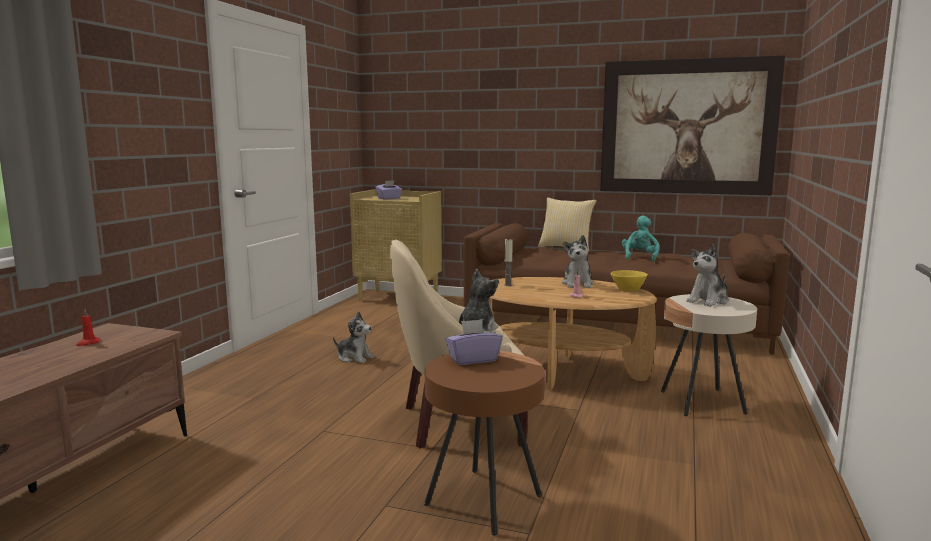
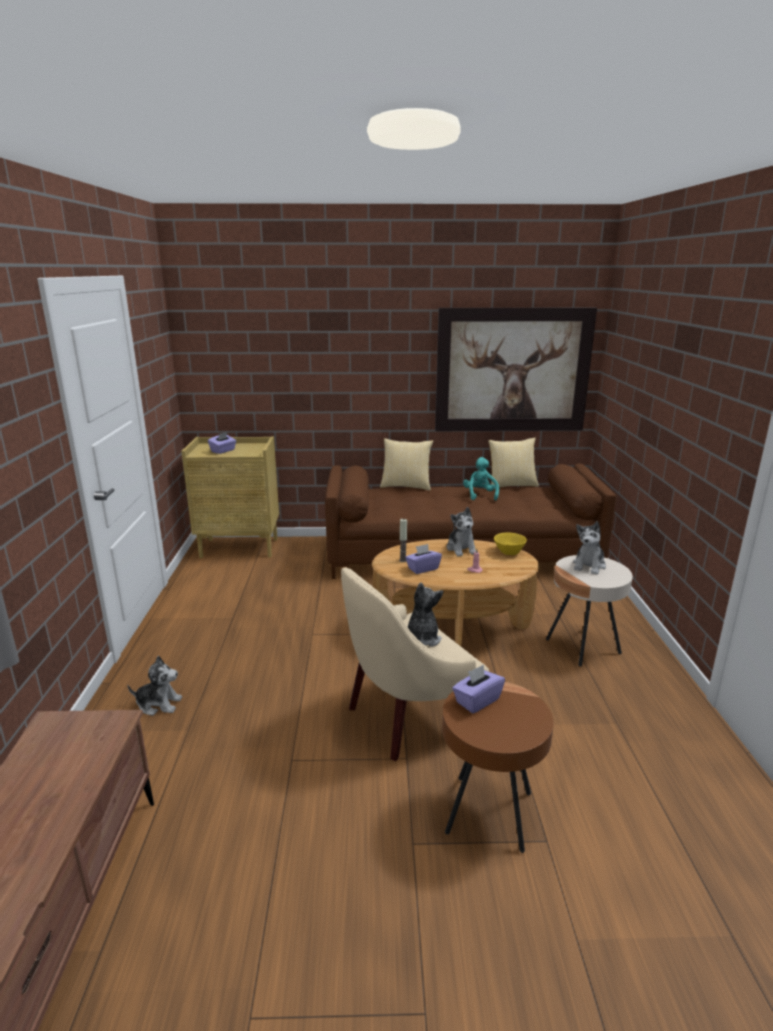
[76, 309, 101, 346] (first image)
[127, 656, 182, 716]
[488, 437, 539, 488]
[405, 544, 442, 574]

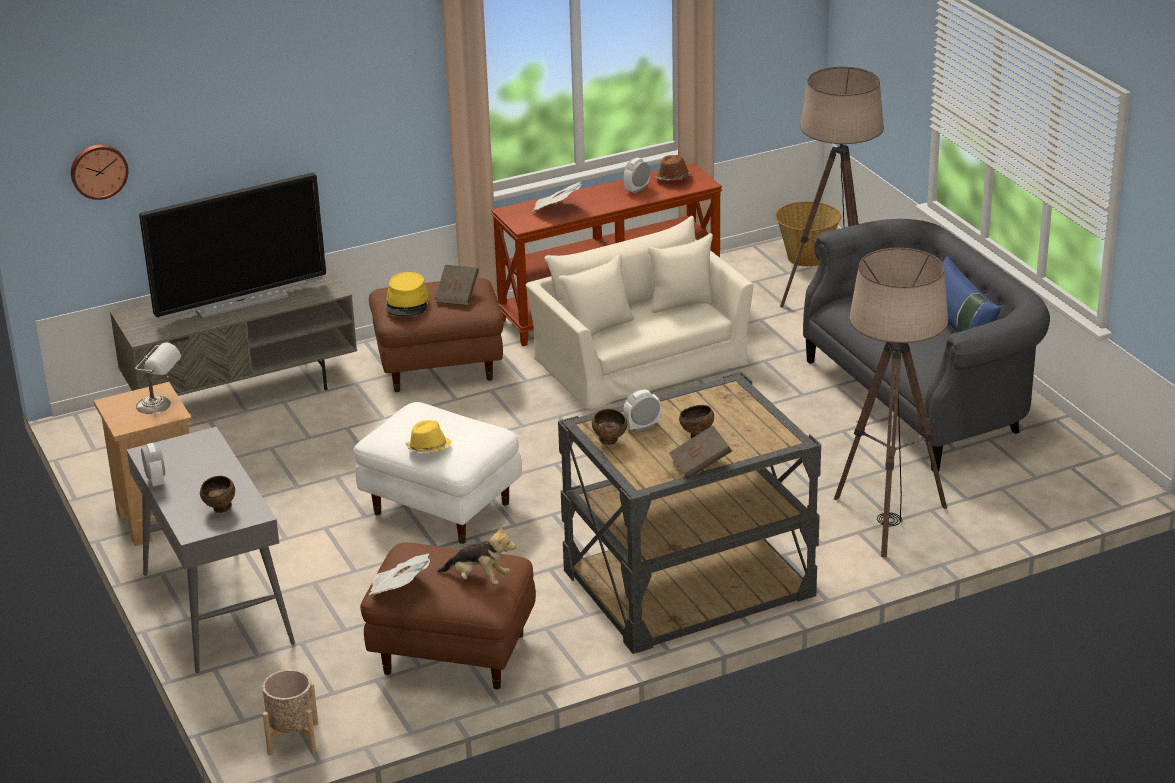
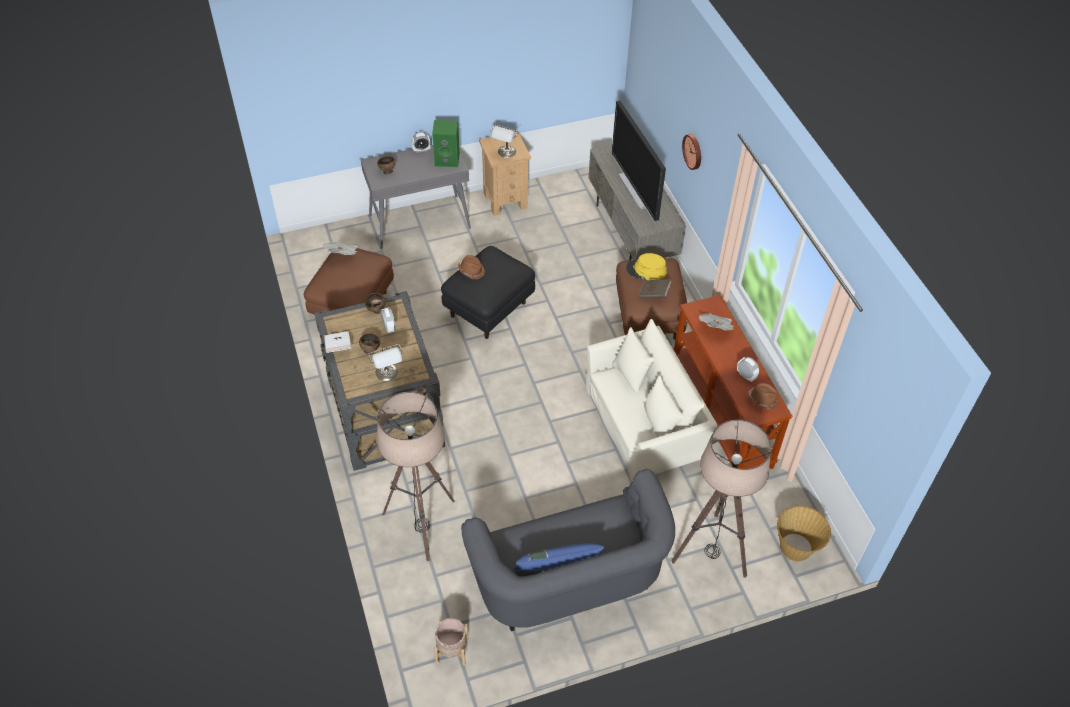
[682, 134, 701, 170]
[441, 246, 535, 339]
[458, 255, 485, 279]
[324, 331, 351, 353]
[437, 526, 516, 584] (first image)
[434, 618, 468, 666]
[432, 120, 460, 167]
[368, 344, 403, 381]

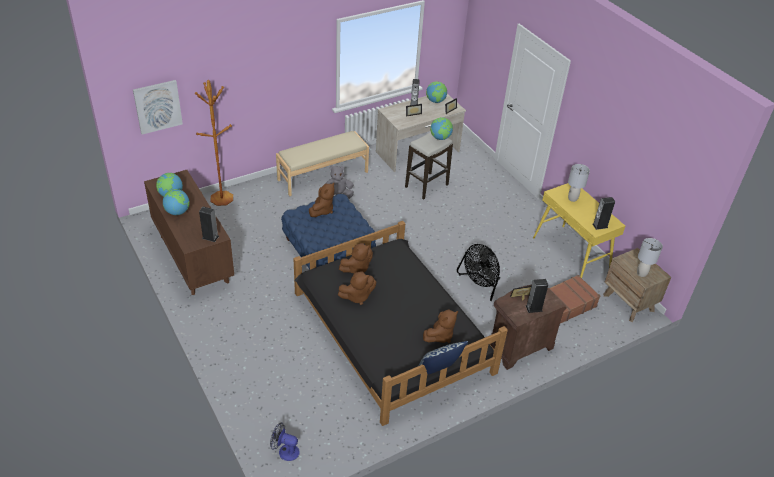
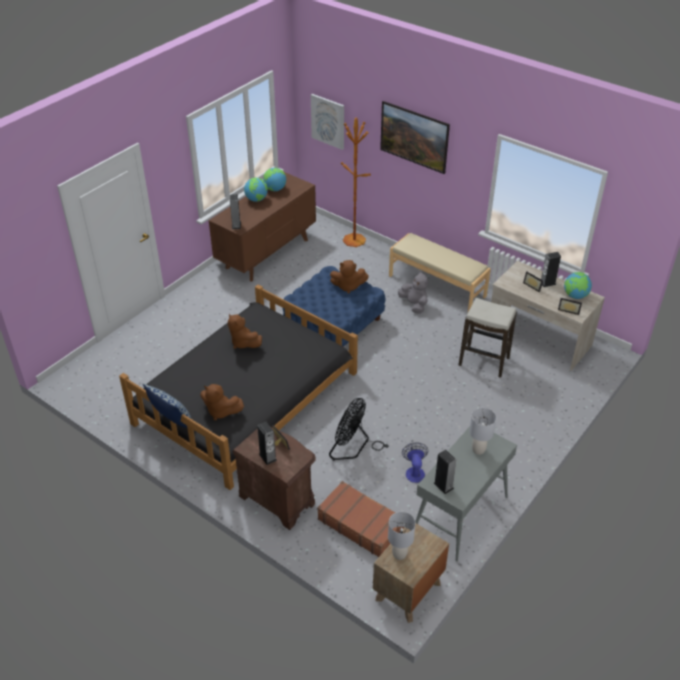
[430, 117, 453, 140] (first image)
[415, 426, 517, 561]
[339, 243, 373, 274] (first image)
[402, 443, 428, 483]
[380, 101, 450, 174]

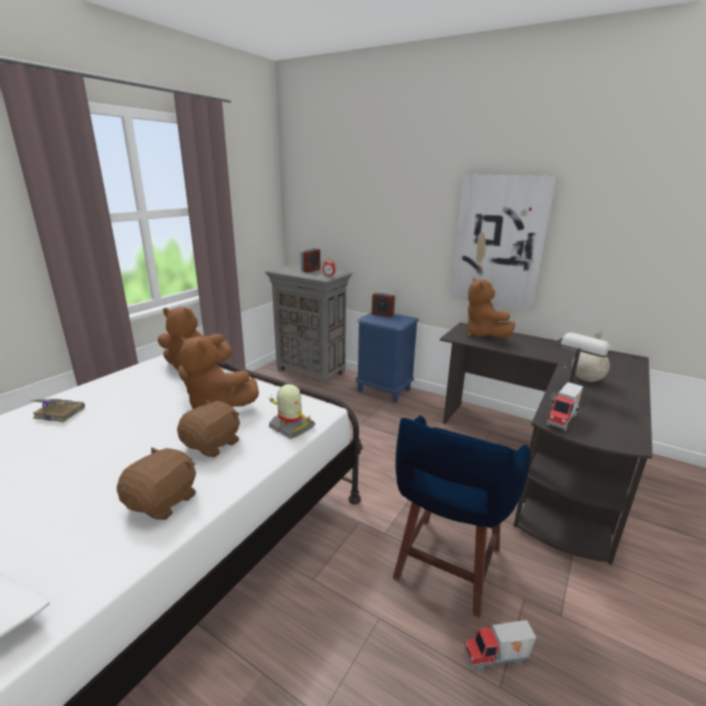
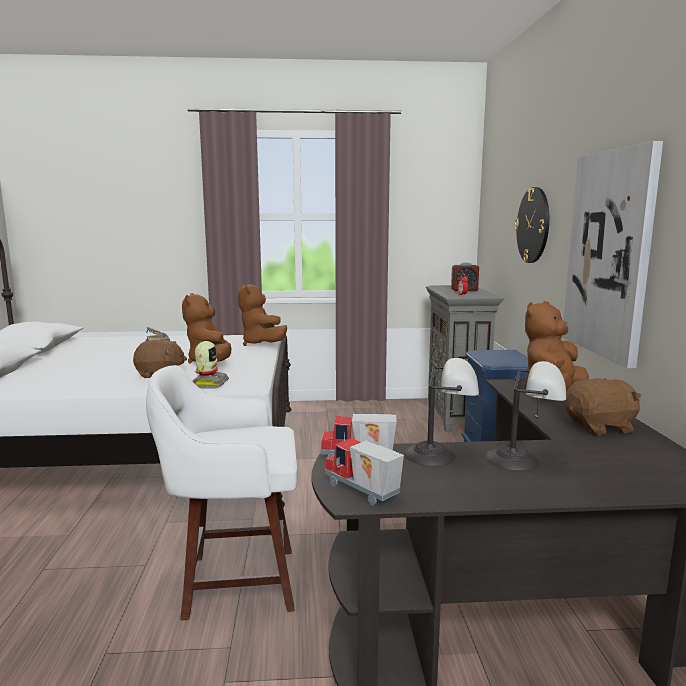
[372, 292, 395, 317] (first image)
[486, 361, 566, 470]
[146, 365, 297, 620]
[565, 378, 641, 435]
[325, 438, 404, 505]
[514, 187, 549, 263]

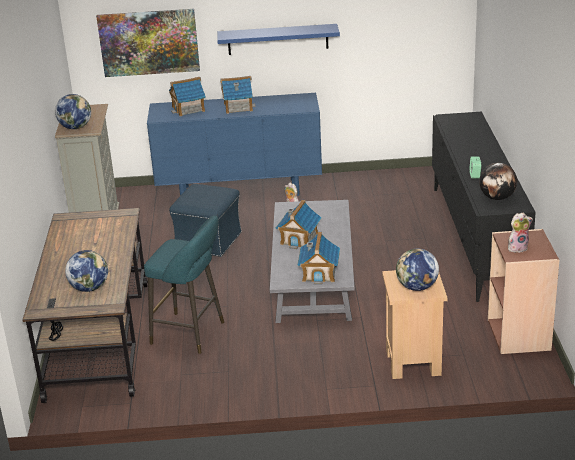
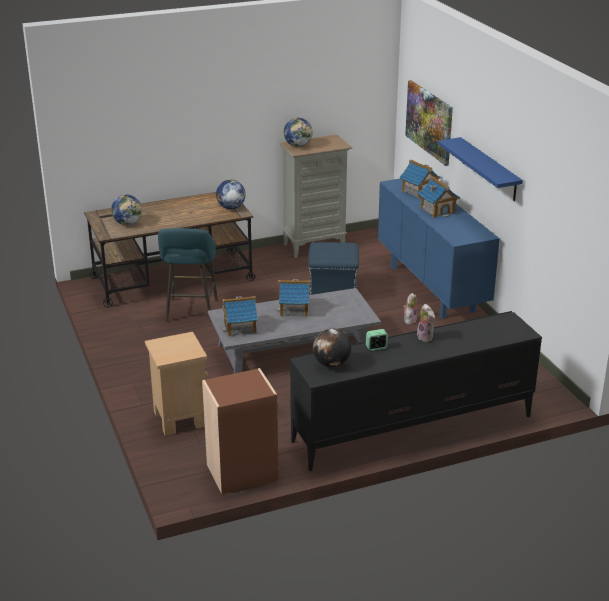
[417, 304, 435, 342]
[216, 180, 246, 209]

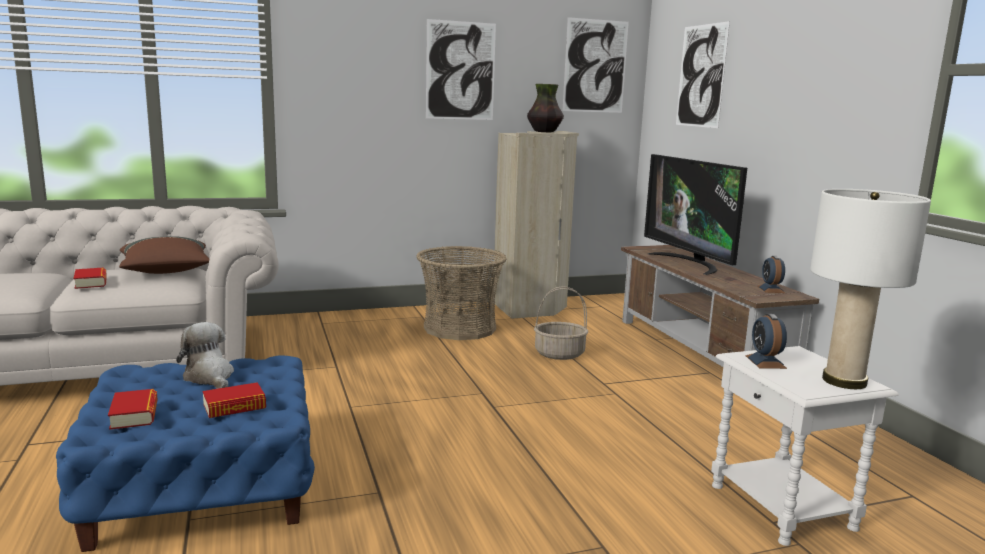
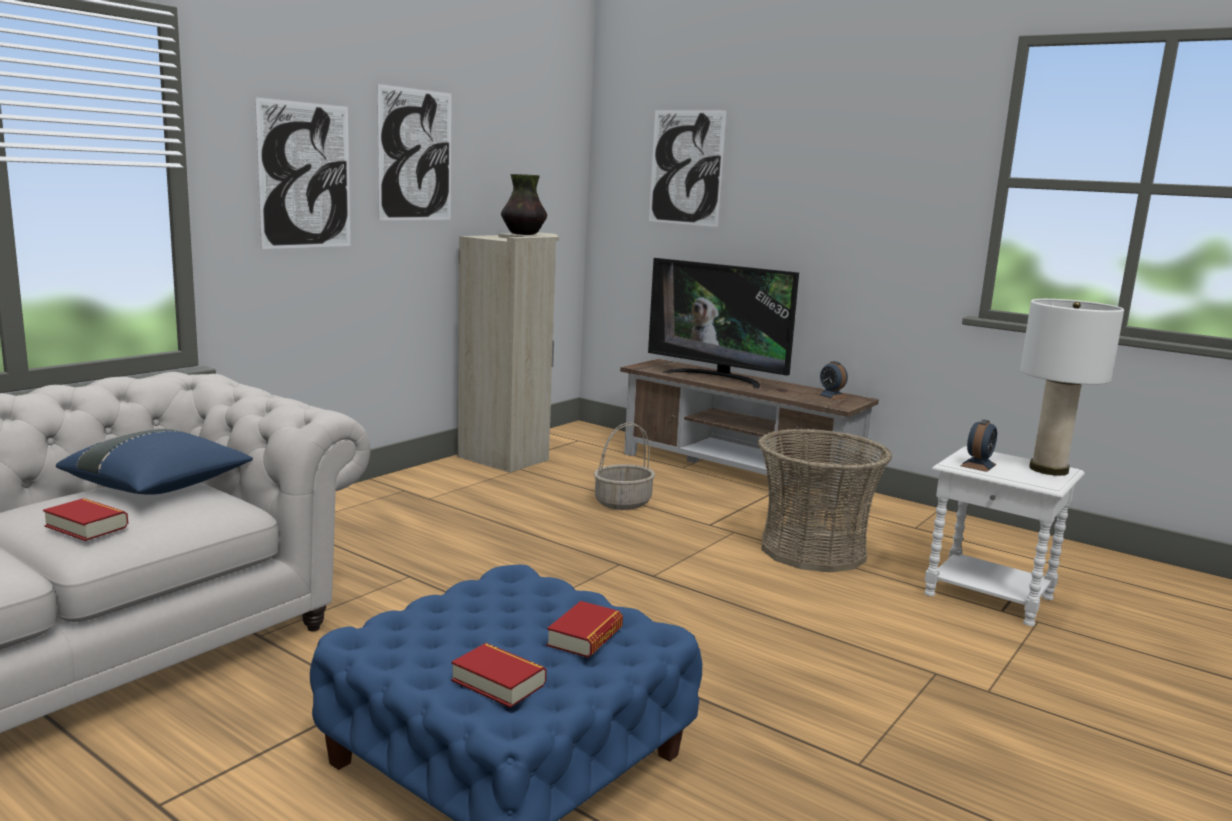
[255, 97, 350, 249]
[56, 429, 253, 495]
[758, 429, 892, 572]
[961, 419, 997, 472]
[176, 322, 234, 389] (first image)

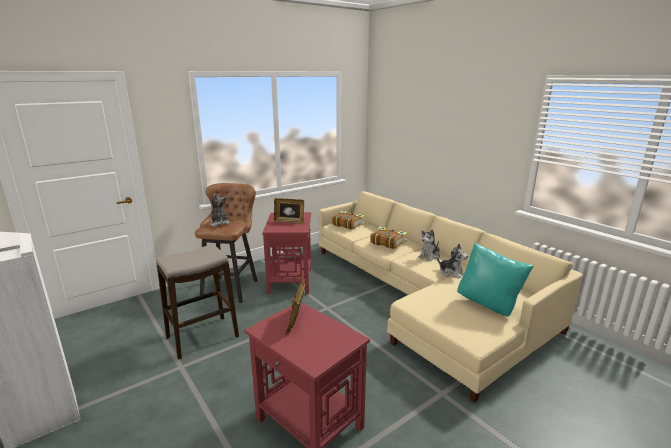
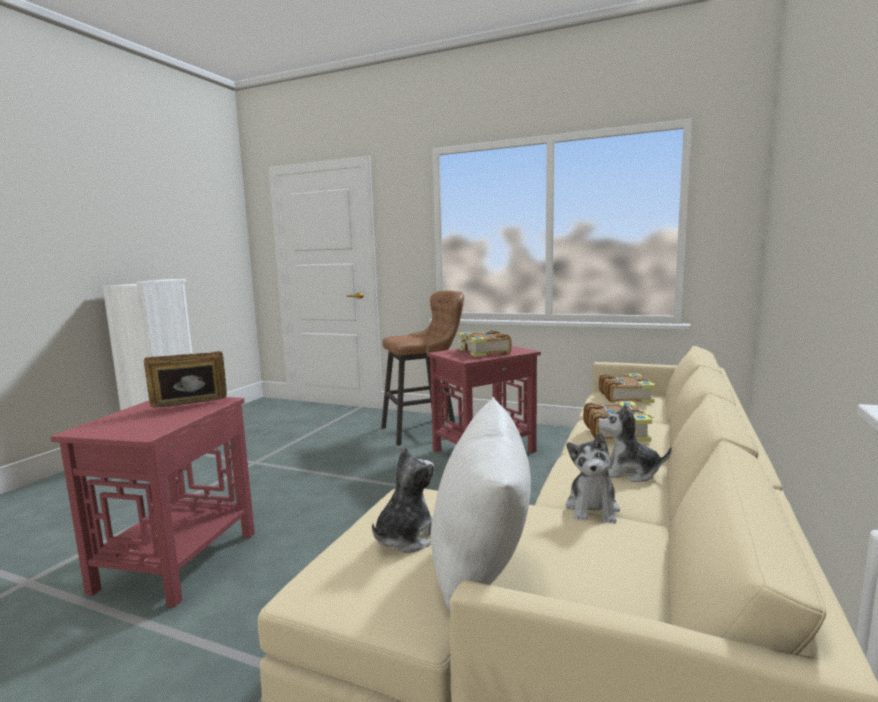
[372, 446, 435, 553]
[457, 330, 512, 357]
[430, 397, 531, 611]
[156, 244, 239, 360] (first image)

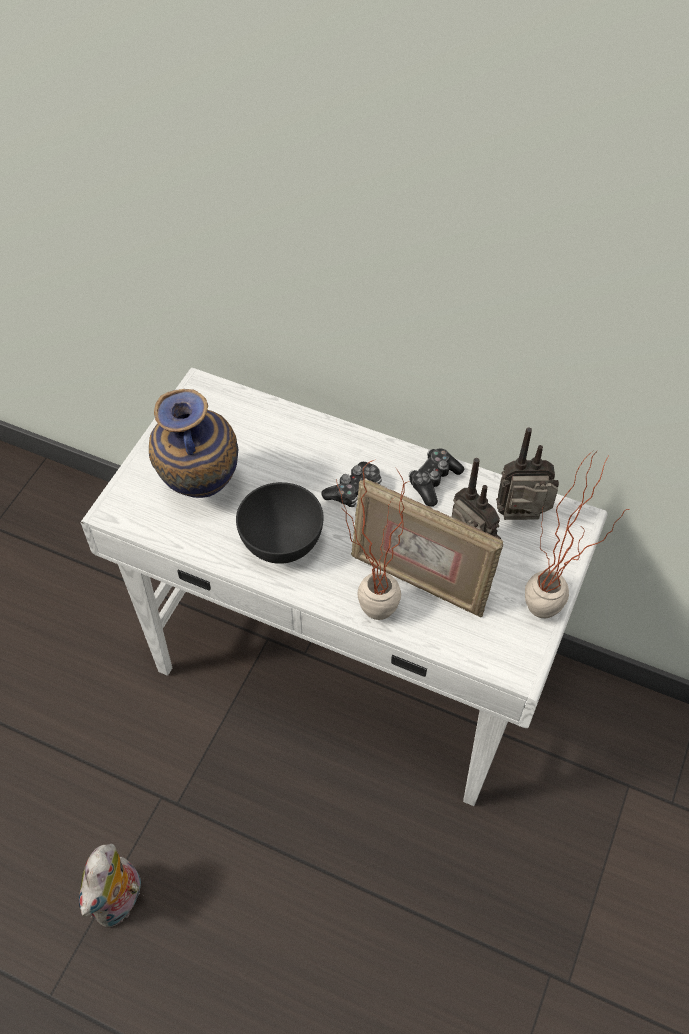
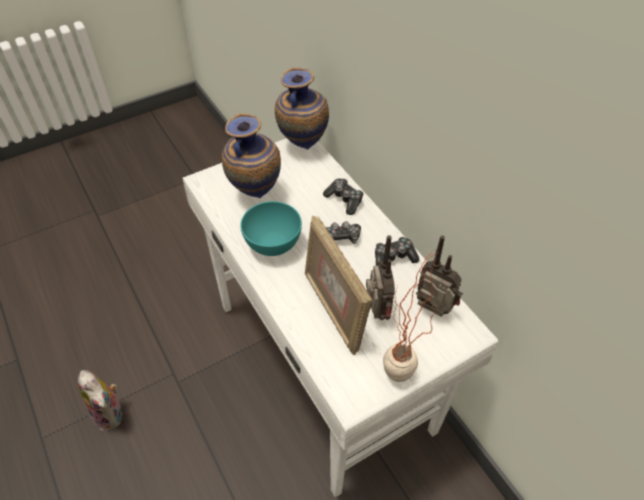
[336, 460, 407, 620] (first image)
[240, 201, 302, 256]
[78, 370, 123, 431]
[275, 67, 329, 150]
[323, 178, 363, 215]

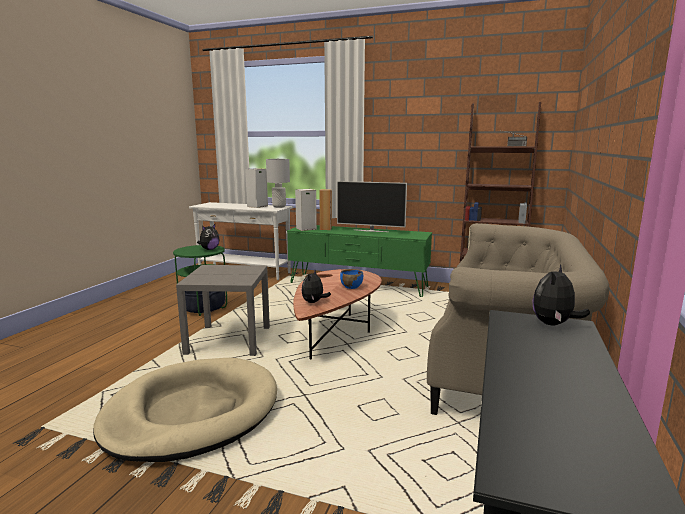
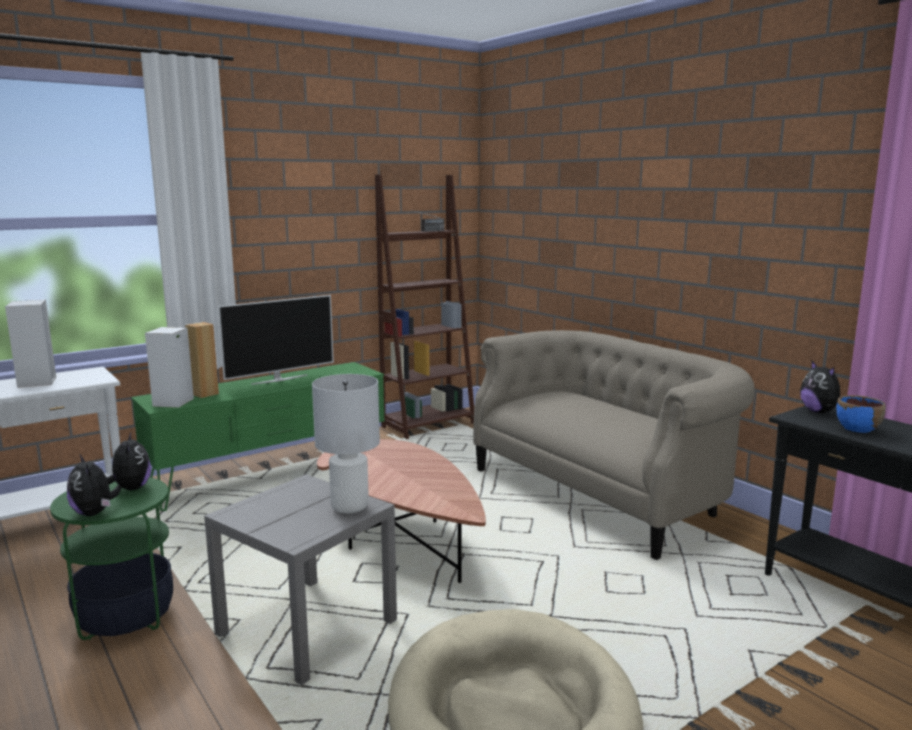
[312, 374, 380, 514]
[836, 395, 886, 433]
[67, 455, 121, 516]

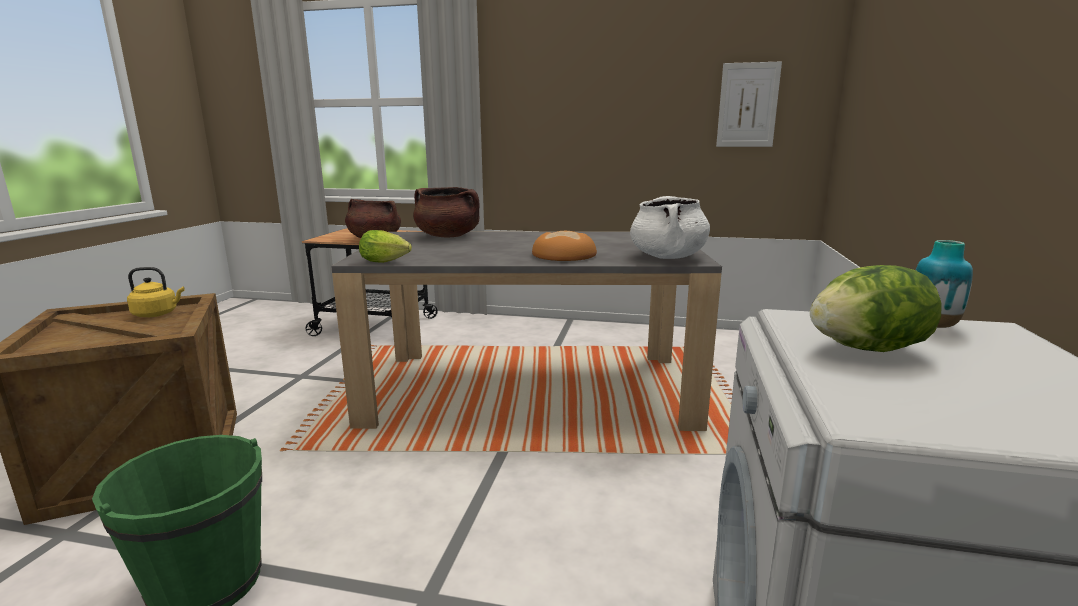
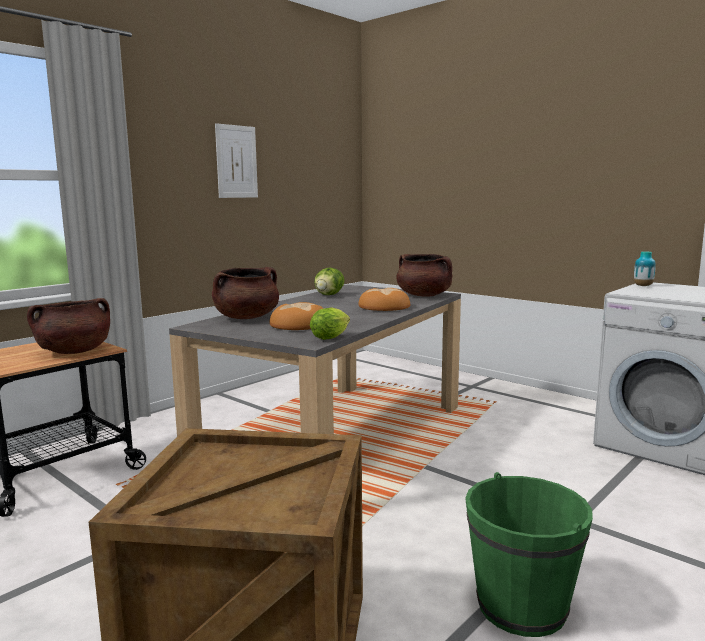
[215, 123, 258, 198]
[396, 254, 452, 297]
[314, 268, 345, 295]
[127, 267, 185, 317] (first image)
[269, 302, 324, 330]

